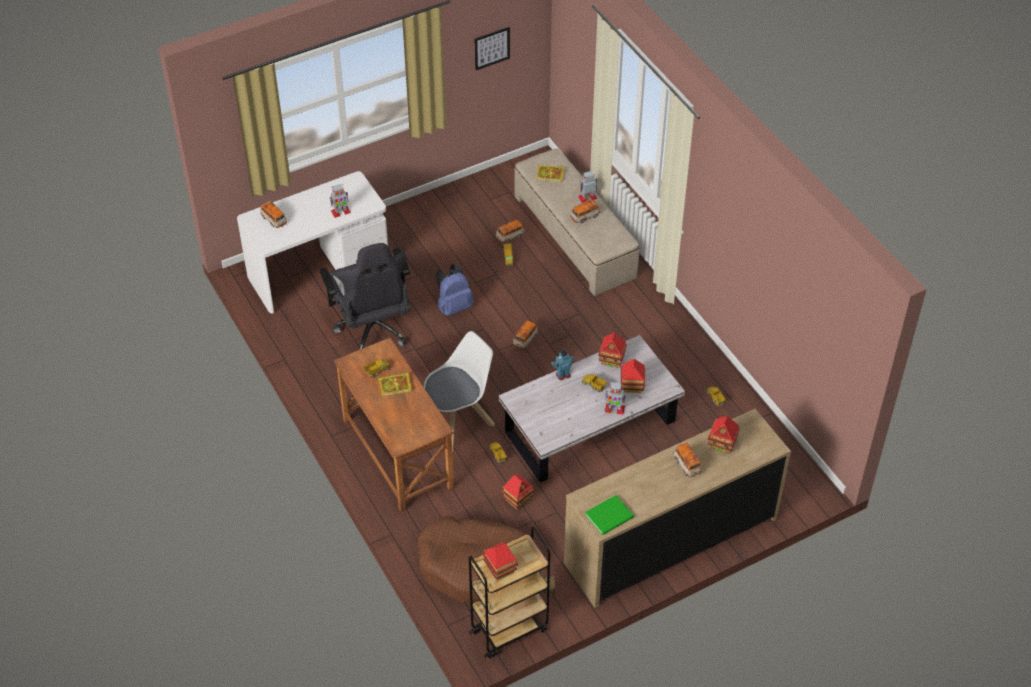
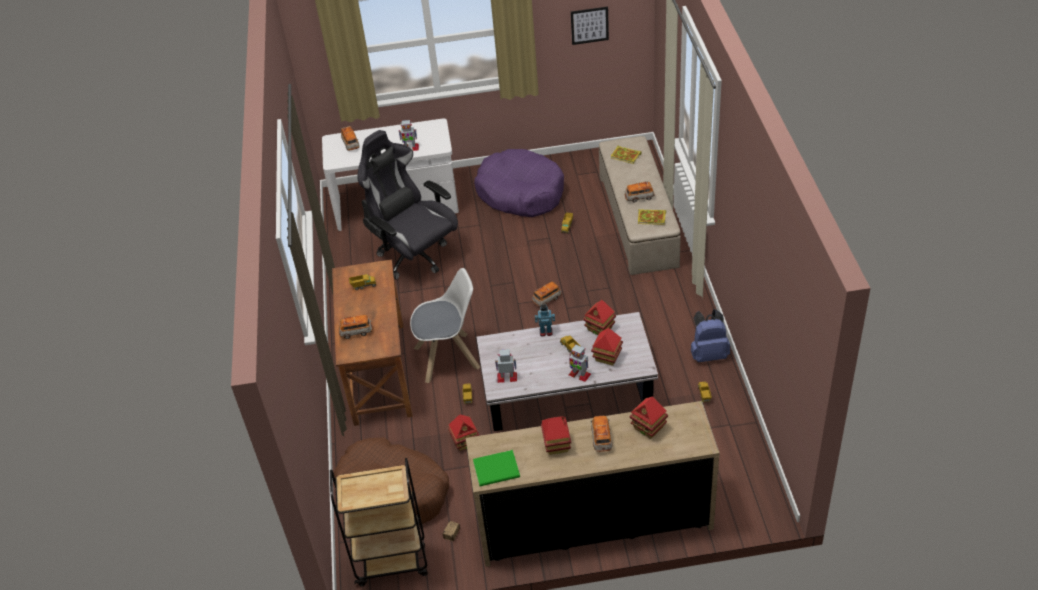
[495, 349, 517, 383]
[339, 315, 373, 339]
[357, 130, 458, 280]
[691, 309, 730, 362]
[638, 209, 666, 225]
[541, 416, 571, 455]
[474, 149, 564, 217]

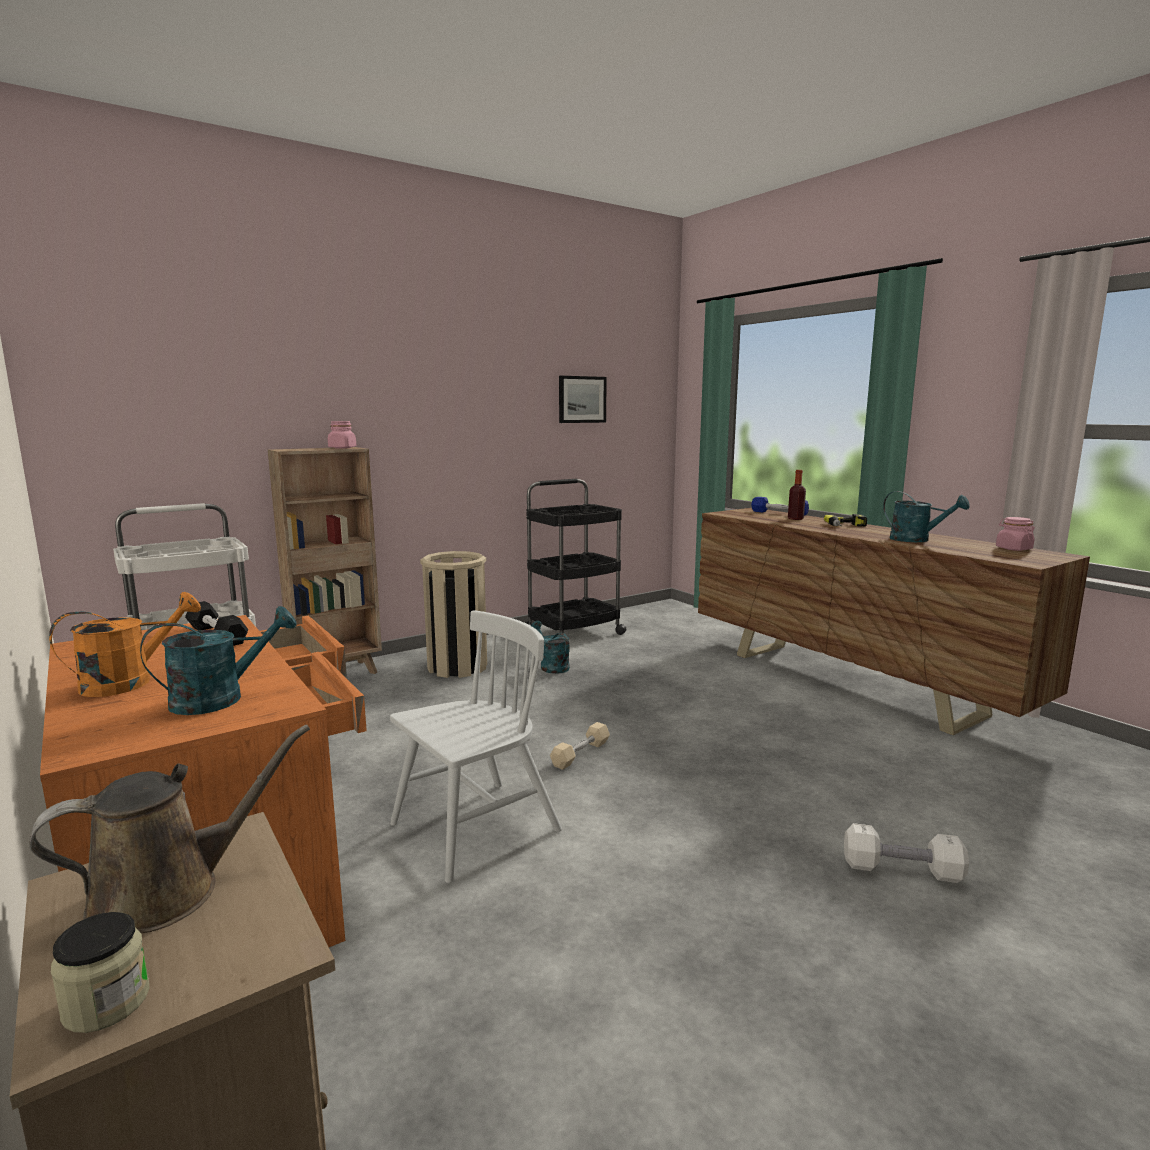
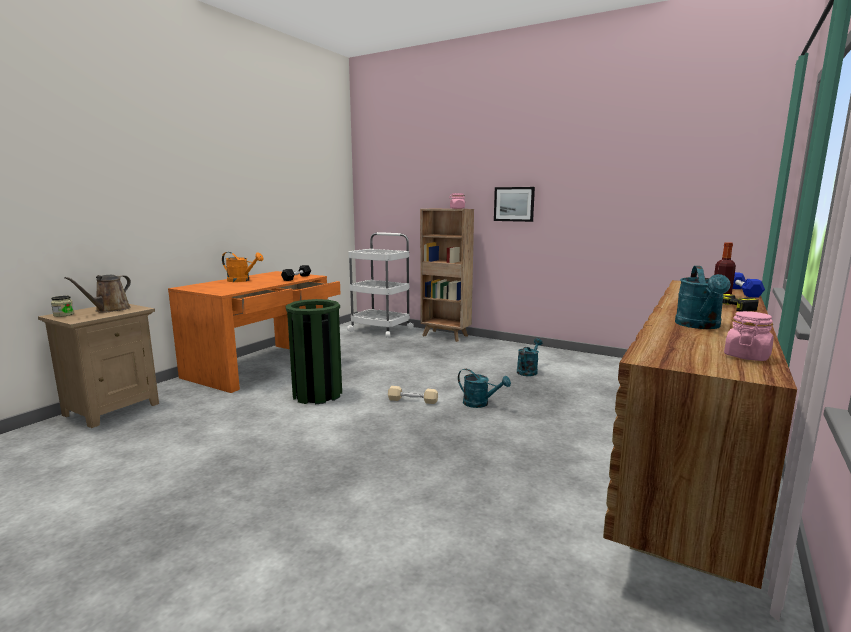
[494, 187, 535, 222]
[525, 479, 626, 635] (first image)
[420, 551, 487, 678] (first image)
[458, 369, 511, 408]
[286, 299, 342, 404]
[64, 275, 131, 313]
[844, 823, 969, 883] (first image)

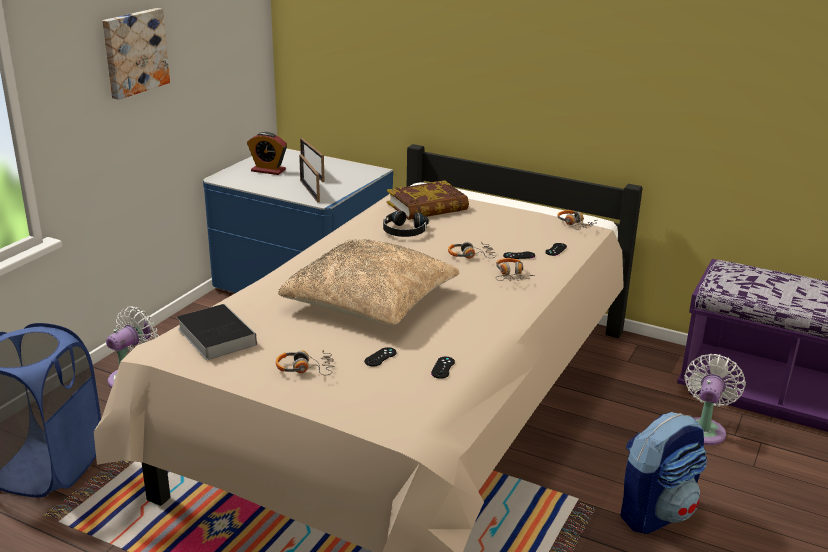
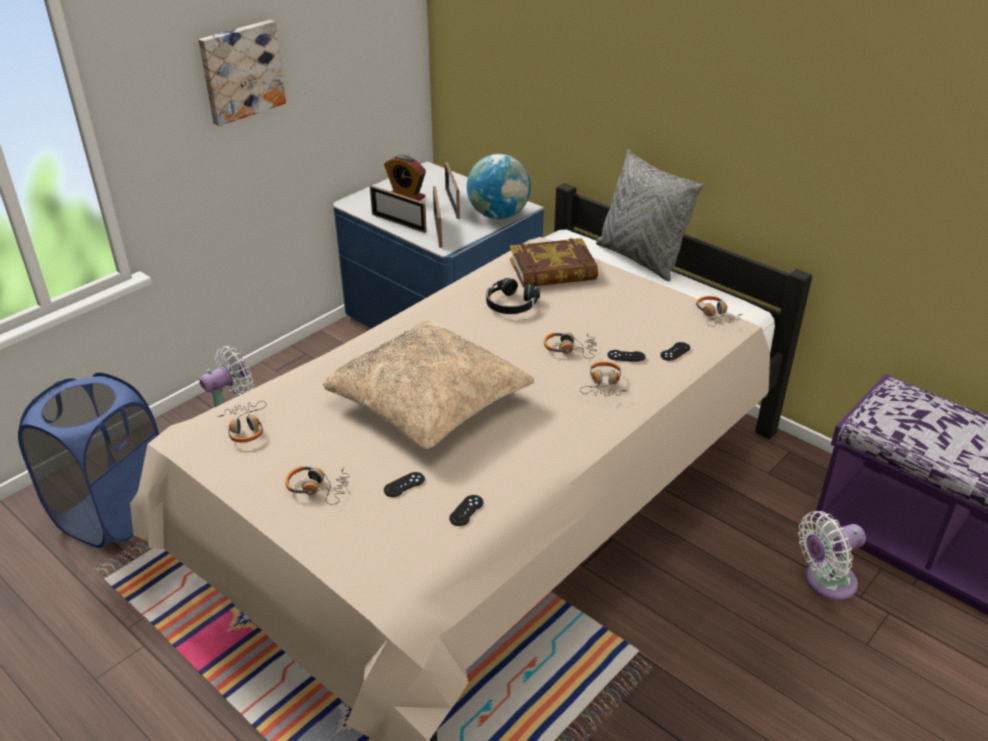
[217, 401, 267, 442]
[798, 511, 866, 600]
[620, 412, 707, 534] (first image)
[596, 149, 704, 281]
[467, 154, 531, 219]
[370, 185, 427, 233]

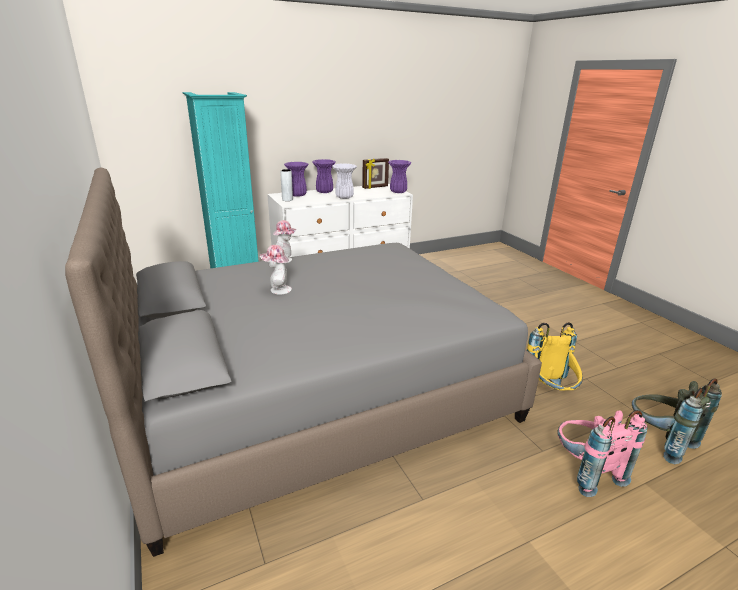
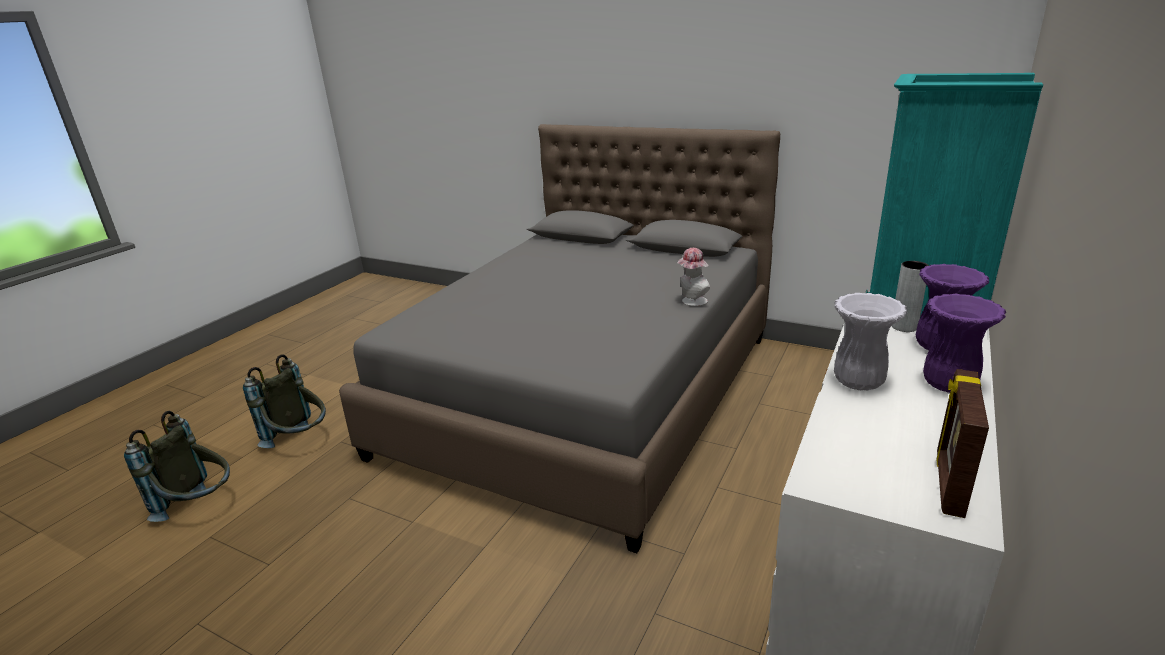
[388, 160, 411, 193] (first image)
[260, 245, 292, 294] (first image)
[527, 322, 583, 390] (first image)
[243, 354, 326, 448]

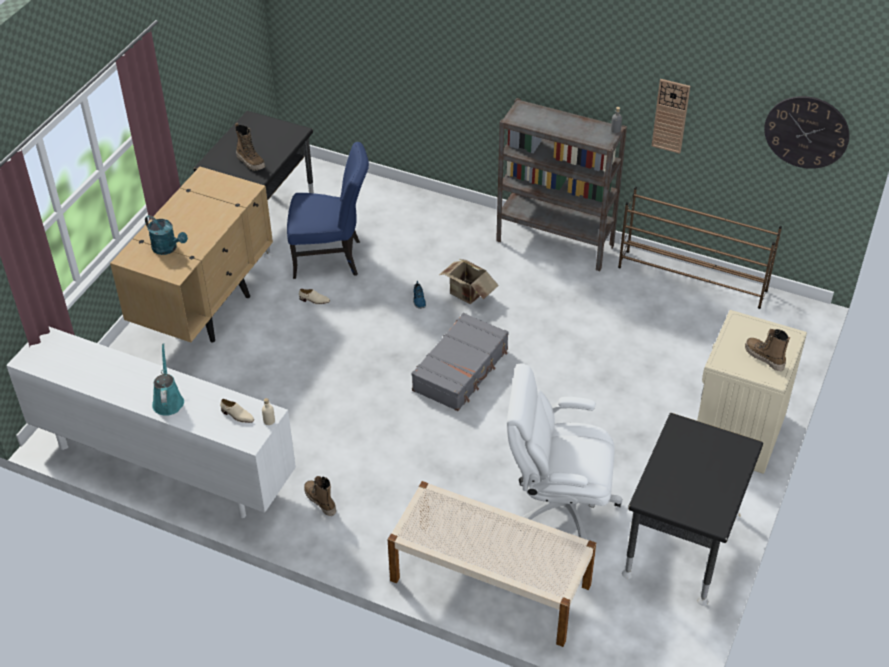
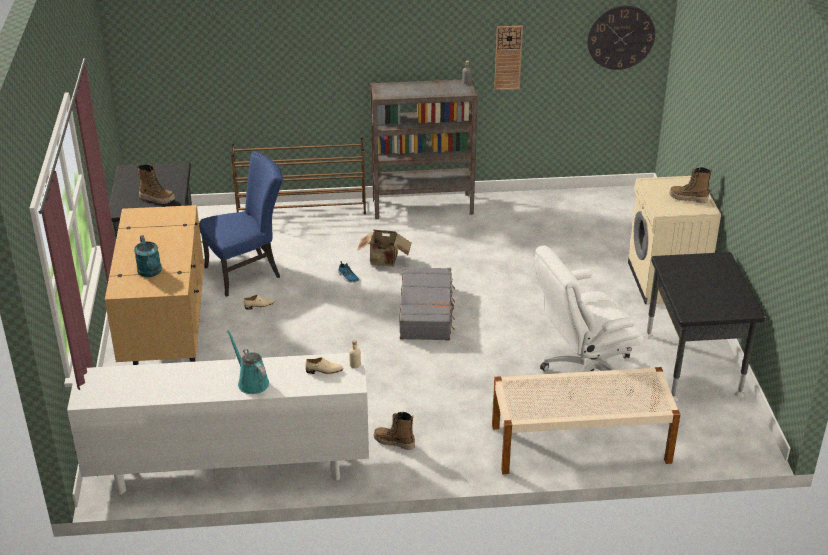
[231, 137, 366, 214]
[134, 235, 162, 277]

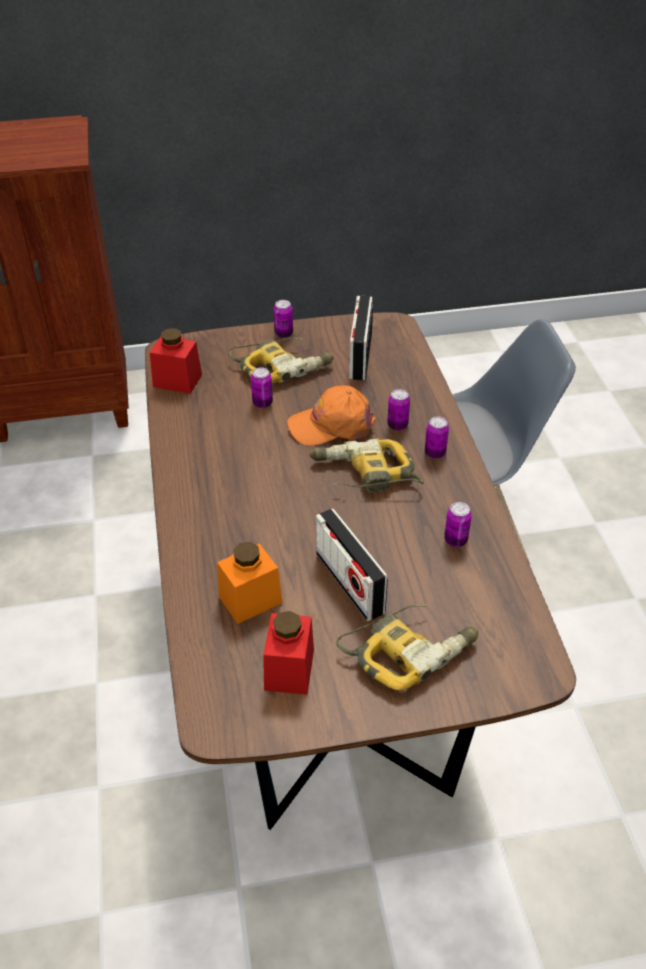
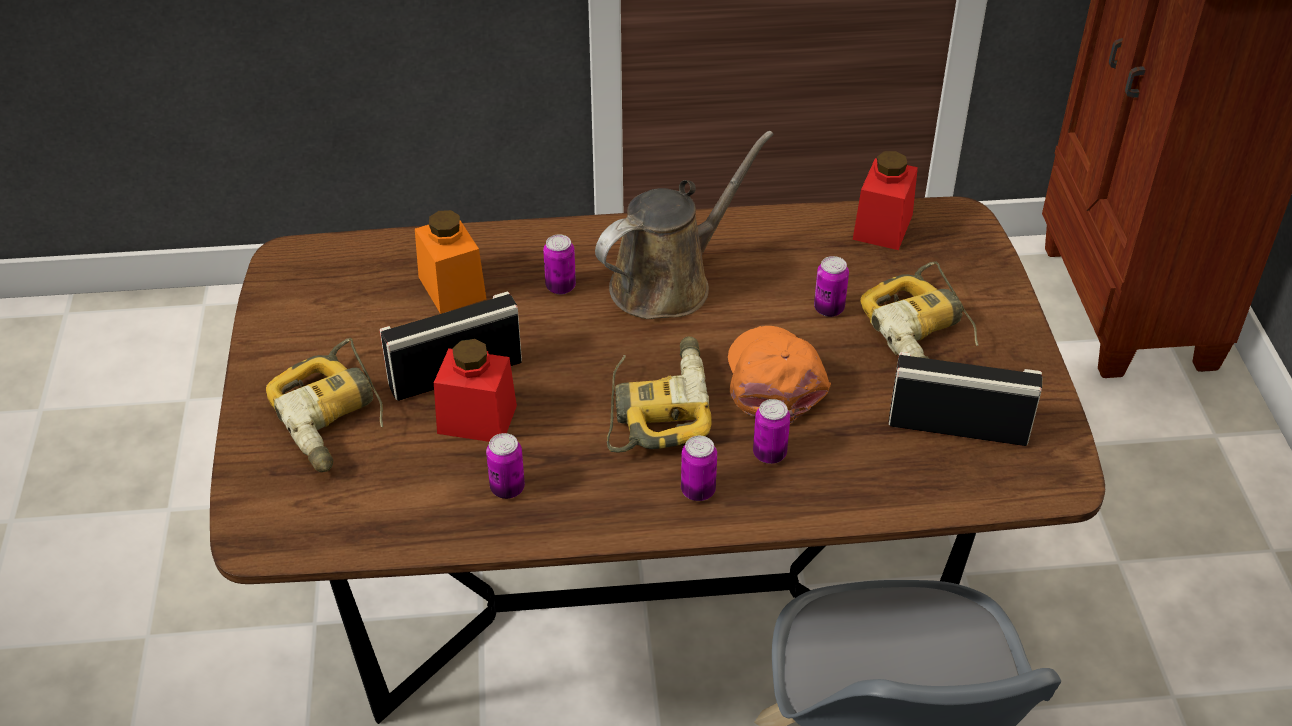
[543, 234, 576, 294]
[434, 339, 517, 442]
[595, 131, 774, 319]

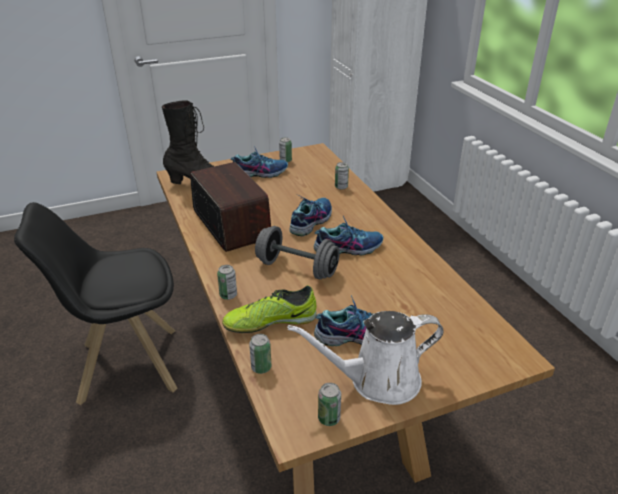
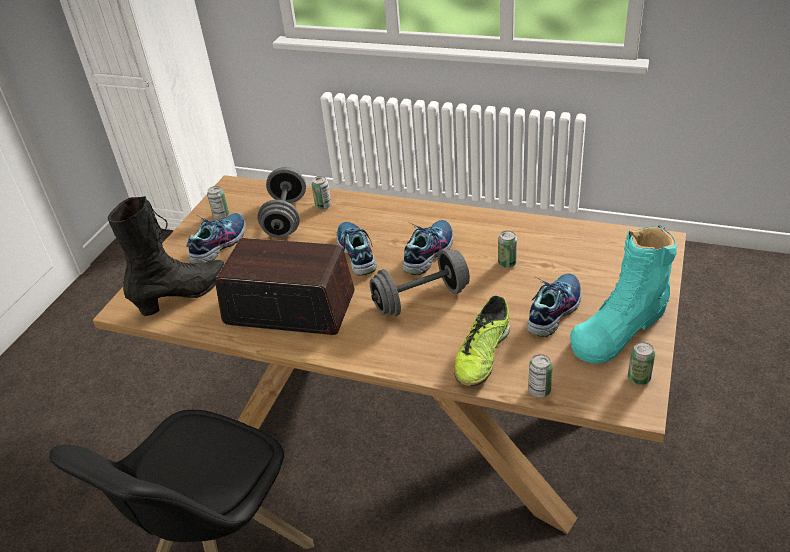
[498, 231, 517, 268]
[570, 225, 677, 364]
[257, 167, 306, 238]

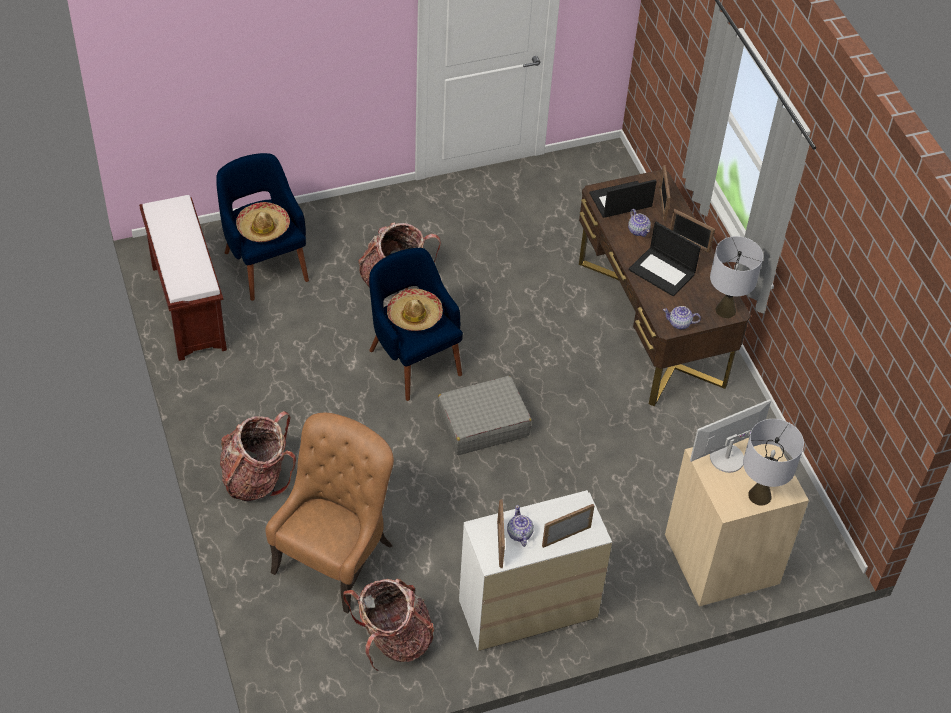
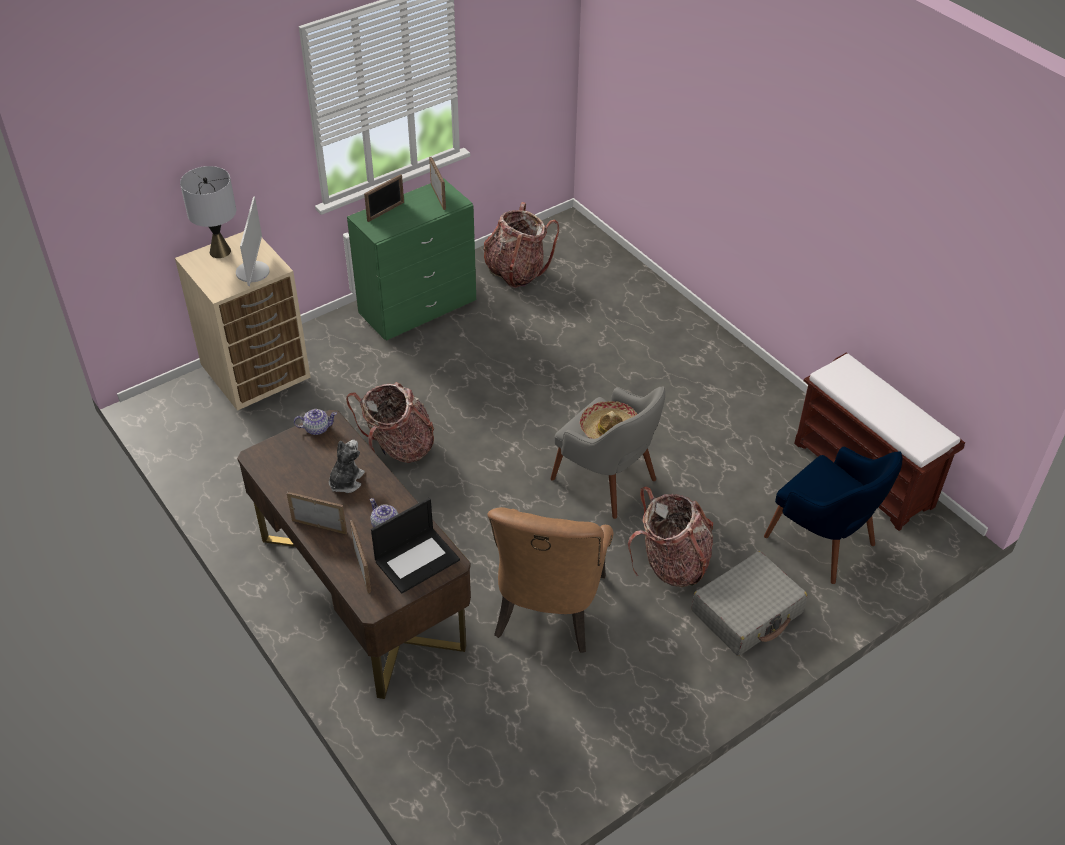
[236, 202, 290, 242] (first image)
[329, 440, 365, 493]
[710, 236, 763, 318] (first image)
[551, 387, 665, 519]
[692, 551, 807, 656]
[236, 197, 270, 286]
[346, 382, 434, 463]
[487, 507, 613, 653]
[347, 178, 476, 341]
[507, 505, 534, 547] (first image)

